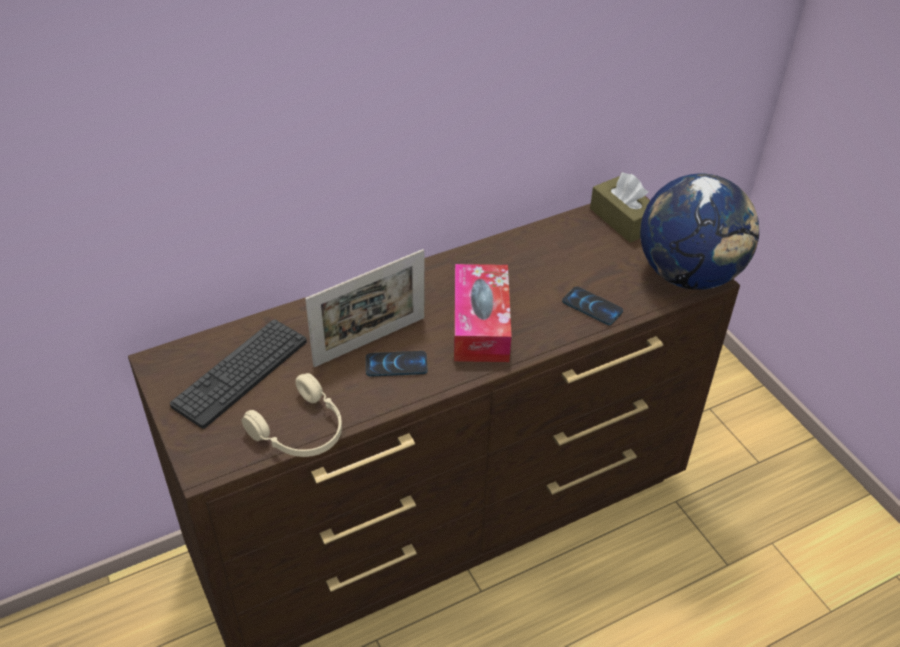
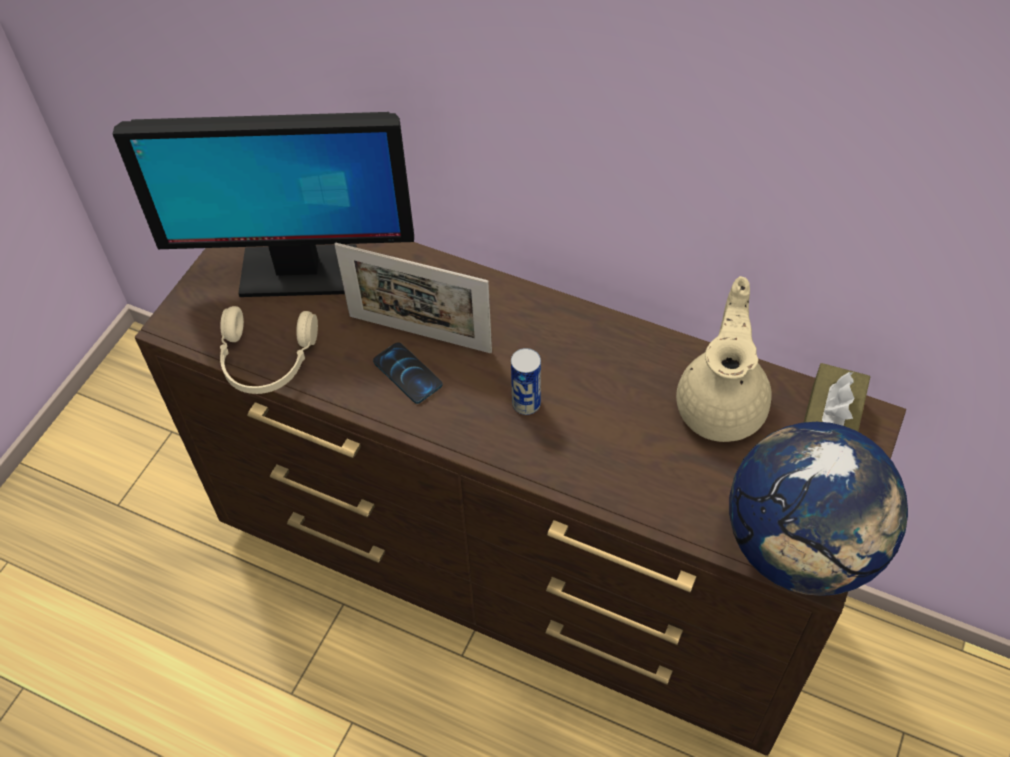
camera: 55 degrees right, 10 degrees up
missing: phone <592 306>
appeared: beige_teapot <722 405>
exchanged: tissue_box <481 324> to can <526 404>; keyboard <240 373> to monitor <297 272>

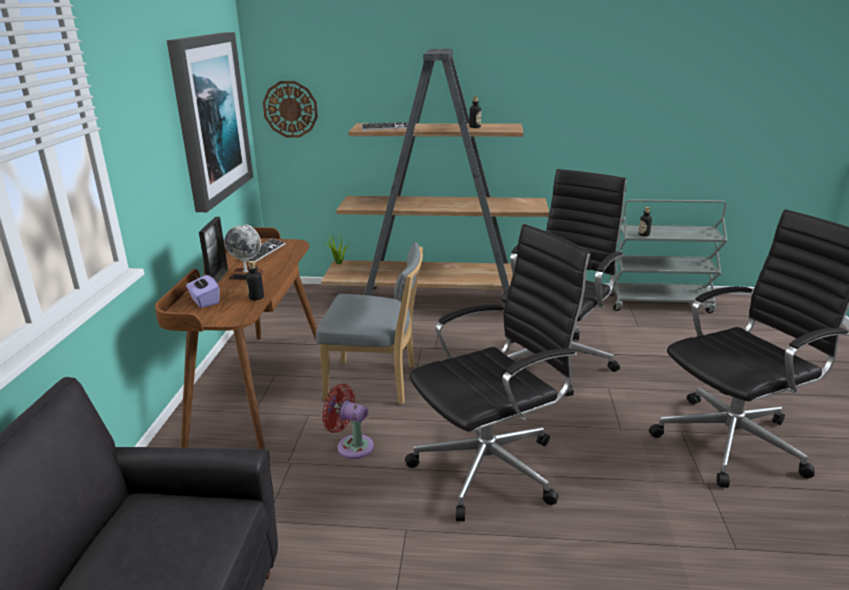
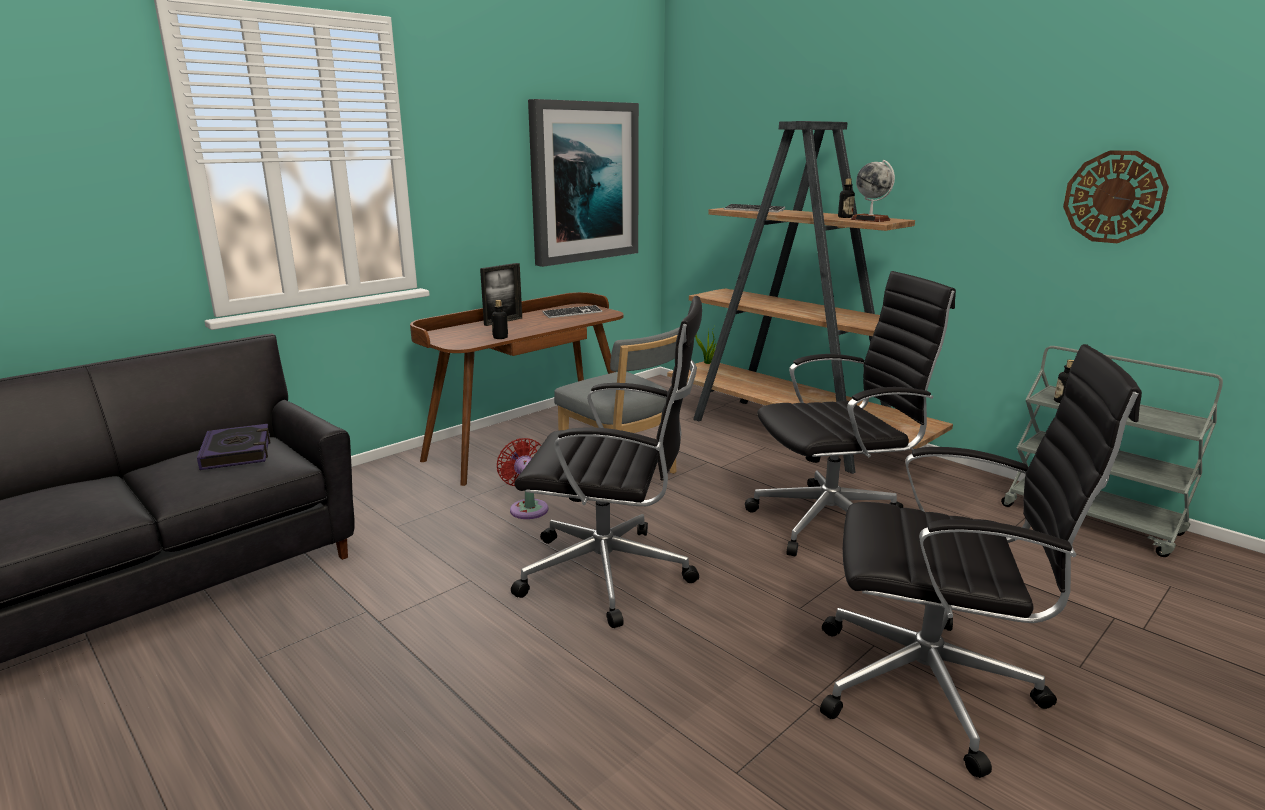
camera: 40 degrees right, 5 degrees down
missing: purple_tissue_box <204 301>
appeared: book <237 452>
relocated: wall_clock <290 109> to <1114 197>; globe <246 275> to <870 220>

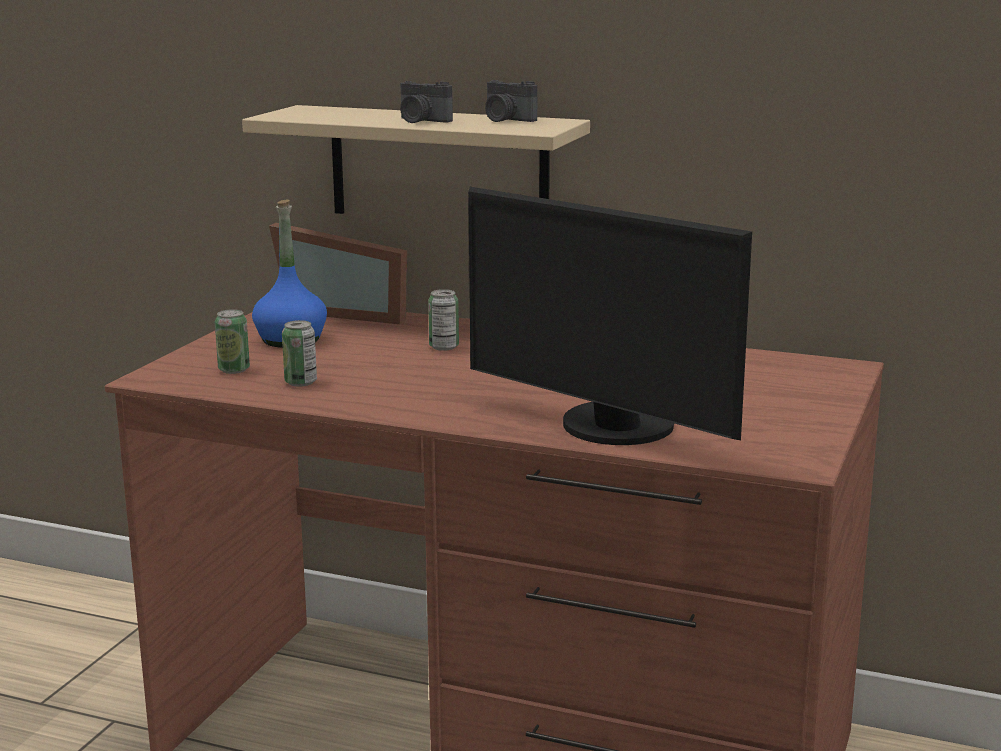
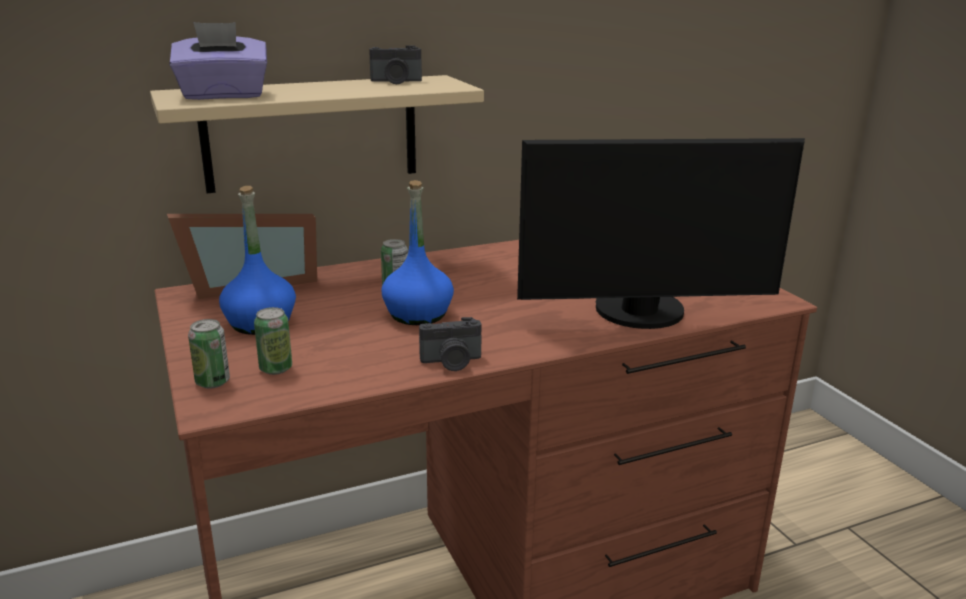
camera: 45 degrees left, 5 degrees up
appeared: purple_tissue_box <223 95>; blue_bottle <418 314>
relocated: photo_camera <421 121> to <452 362>; can <300 382> to <212 382>

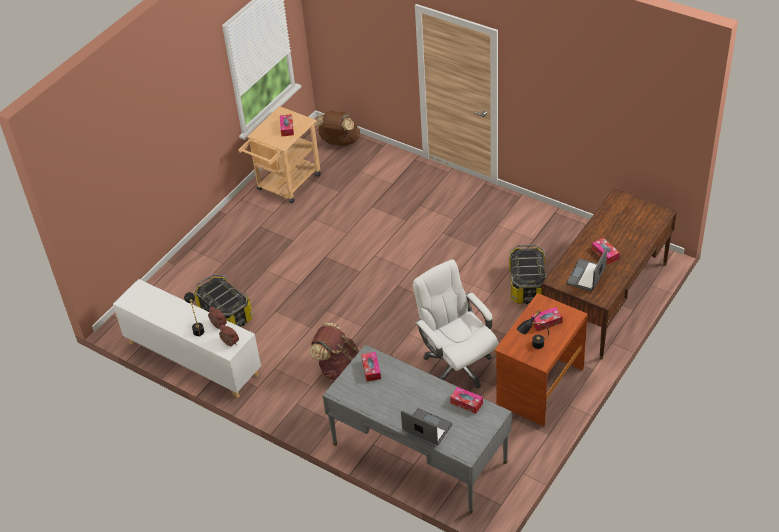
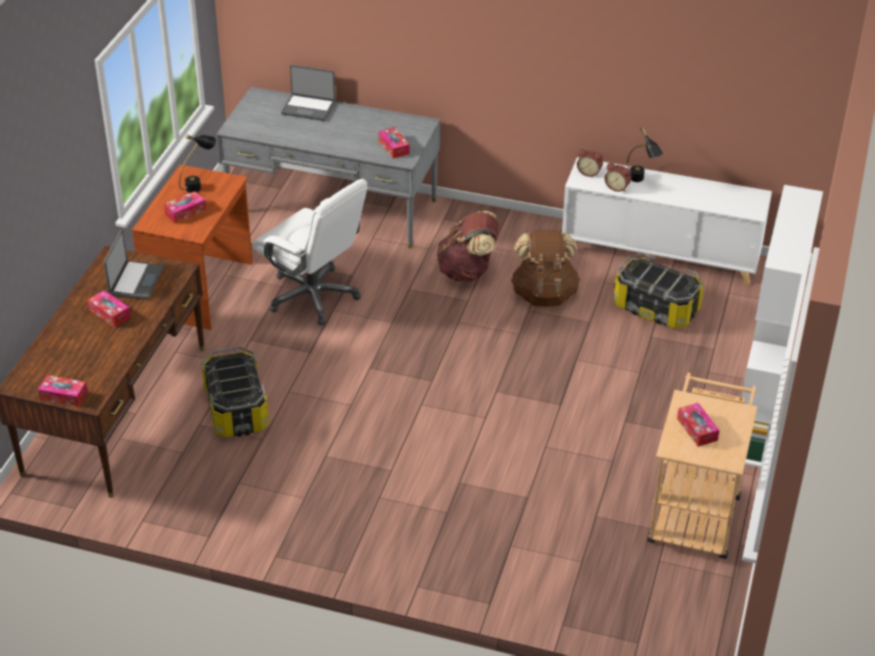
camera: 160 degrees right, 5 degrees down
appeared: white_bookcase <759 421>
relocated: brown_backpack <339 142> to <544 294>; tissue_box <466 403> to <63 396>

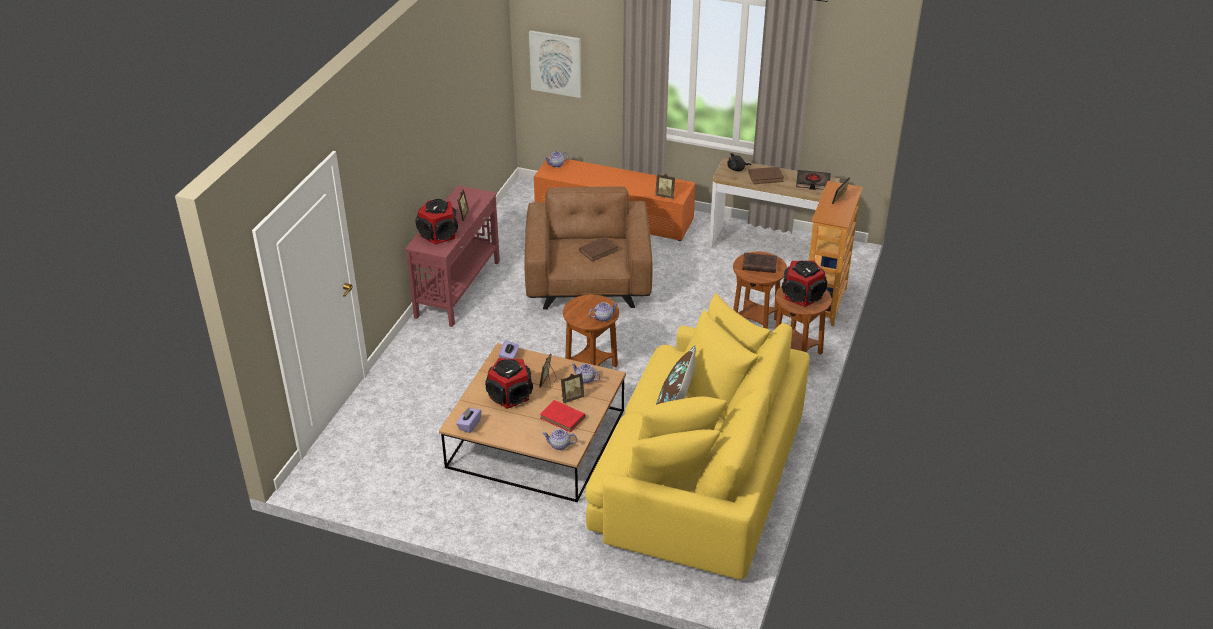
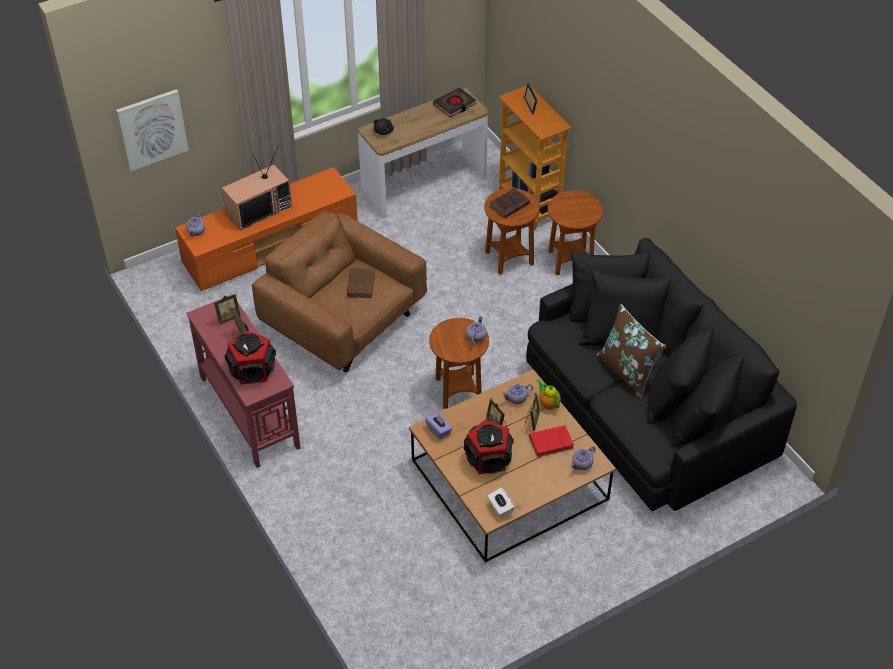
camera: 50 degrees left, 10 degrees up
missing: brown_book <766 177>; speaker <802 295>
appeared: television <259 209>; teapot <548 403>
relocated: picture_frame <665 195> to <228 317>
colour: yellow_sofa <699 475> to black_sofa <648 407>; purple_tissue_box <469 425> to white_tissue_box <500 508>

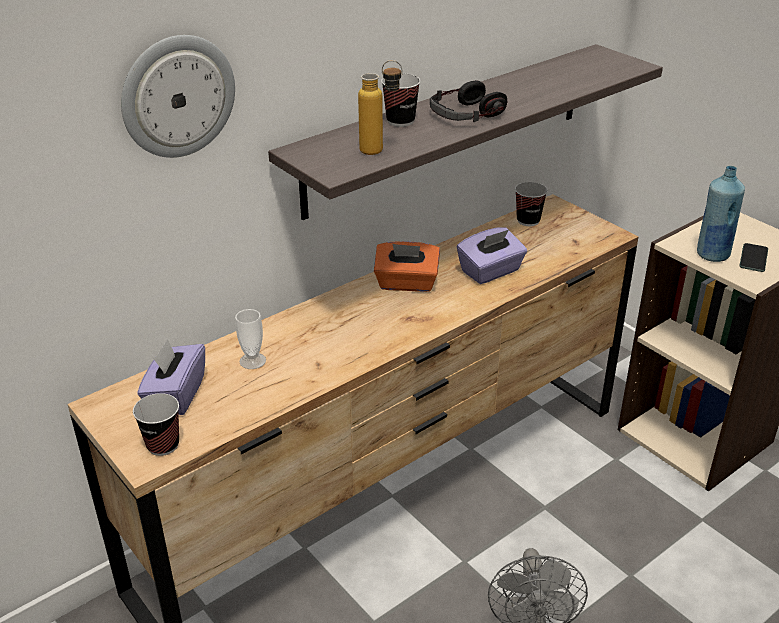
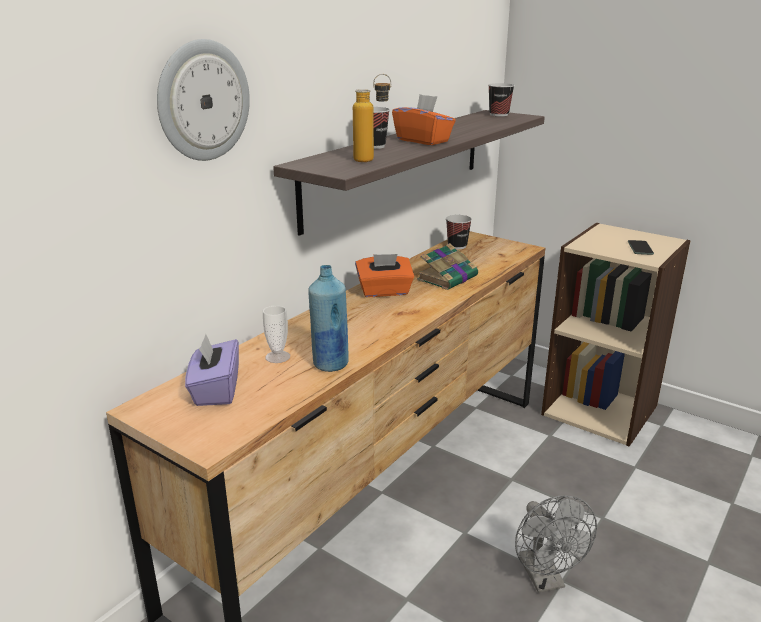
camera: 15 degrees left, 10 degrees down
relocated: blue_bottle <712 255> to <330 364>; cup <163 445> to <499 115>
exchanged: headphones <466 114> to orange_tissue_box <423 140>; purple_tissue_box <490 271> to book <448 278>

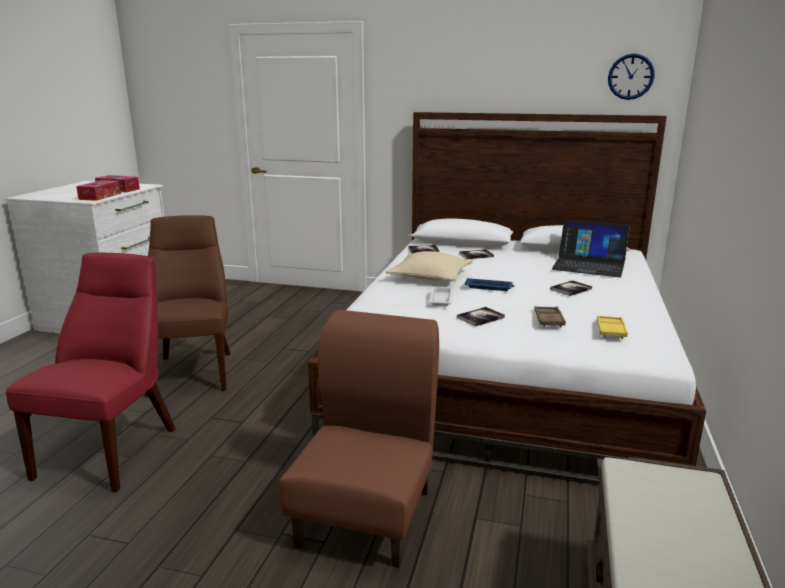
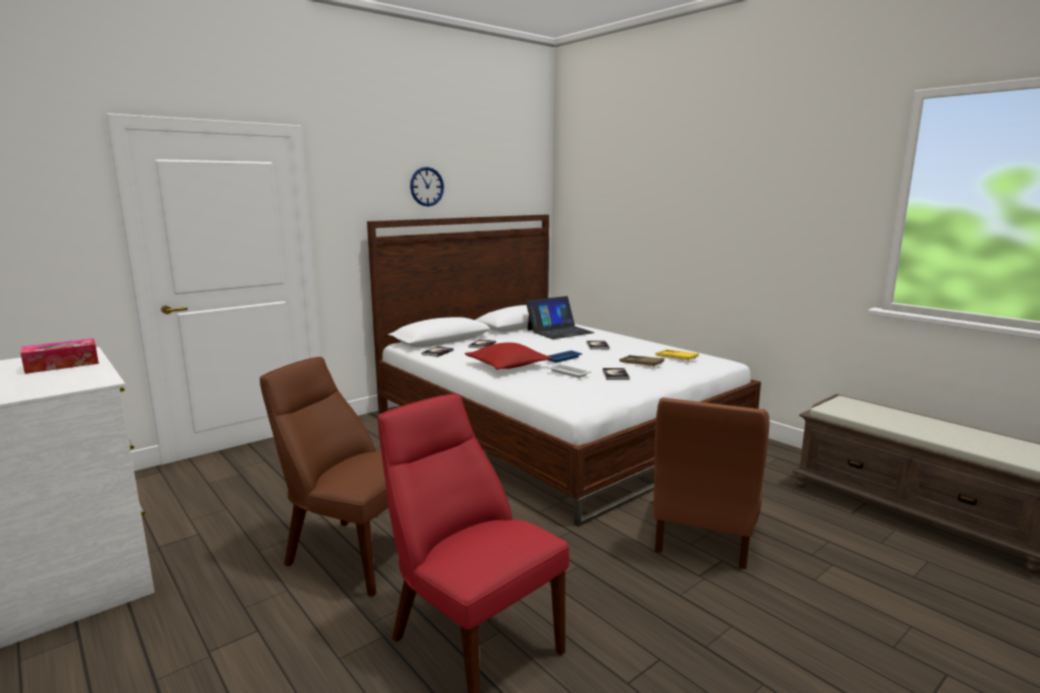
camera: 55 degrees left, 5 degrees down
missing: tissue_box <100 196>
relocated: wall_clock <630 76> to <426 186>
colour: beige_pillow <430 277> to red_pillow <508 365>
spun: brown_chair <367 516> = <703 535> 120 degrees counterclockwise

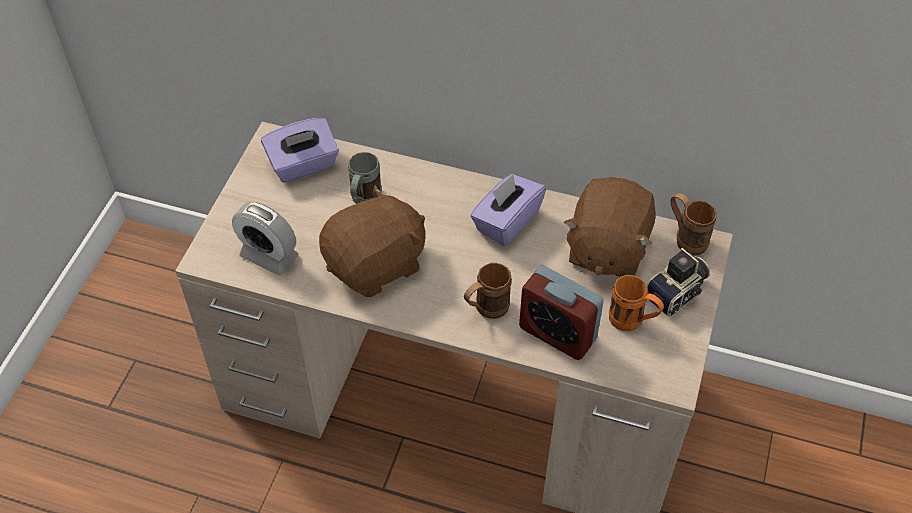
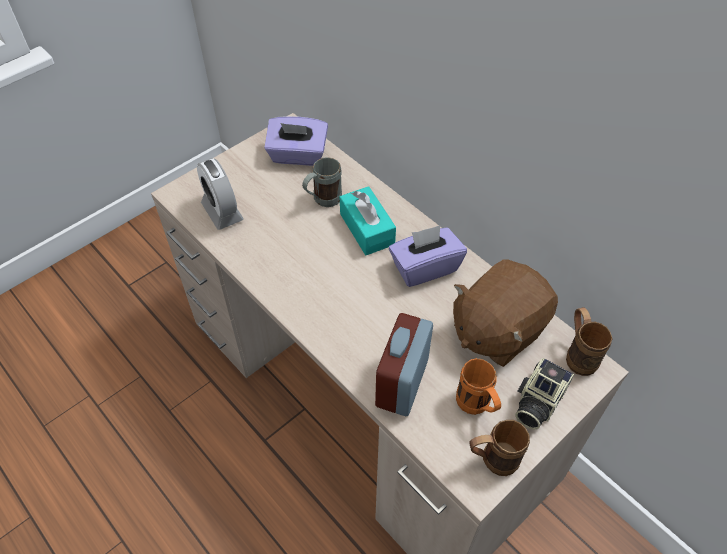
camera: 30 degrees right, 0 degrees up
missing: brown_plush_toy <376 265>
appeared: turquoise_tissue_box <367 229>
relocated: brown_mug <485 310> to <492 460>
spun: photo_camera <677 294> = <537 402> 135 degrees clockwise; alarm_clock <557 333> = <402 383> 45 degrees clockwise

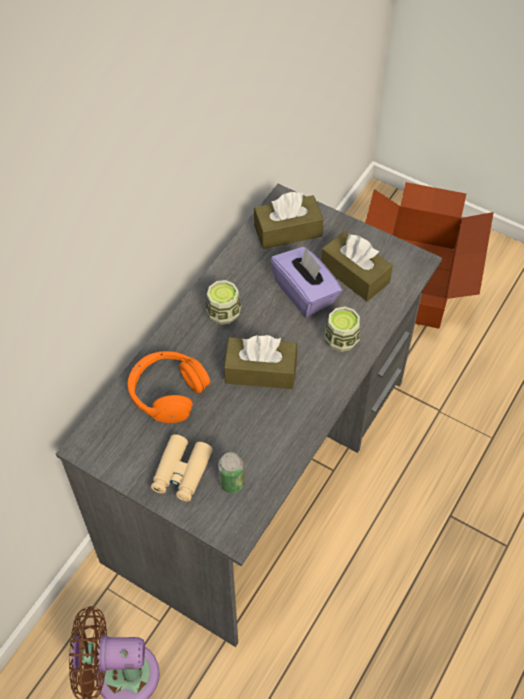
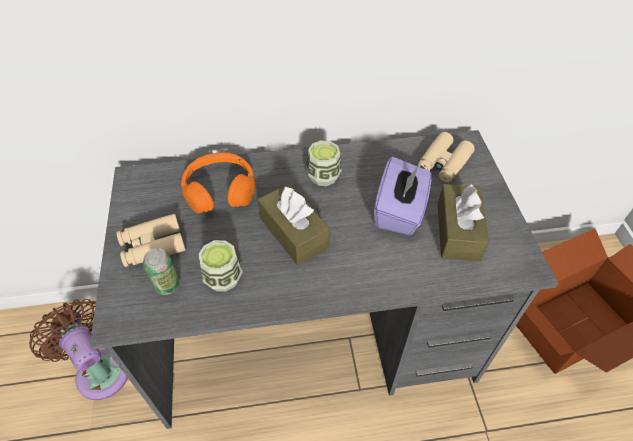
camera: 50 degrees right, 5 degrees down
relocated: cup <341 340> to <223 278>
exchanged: brown_tissue_box <288 231> to beige_binoculars <443 163>

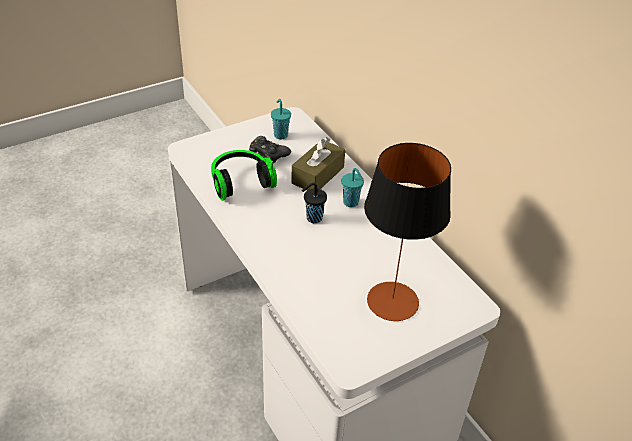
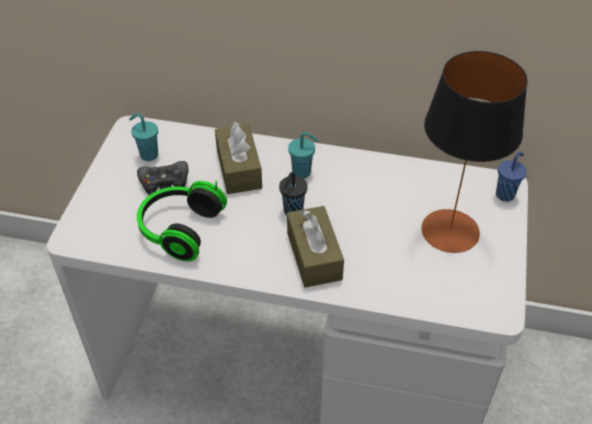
camera: 45 degrees left, 5 degrees up
appeared: blue_cup <505 194>; brown_tissue_box <314 256>

